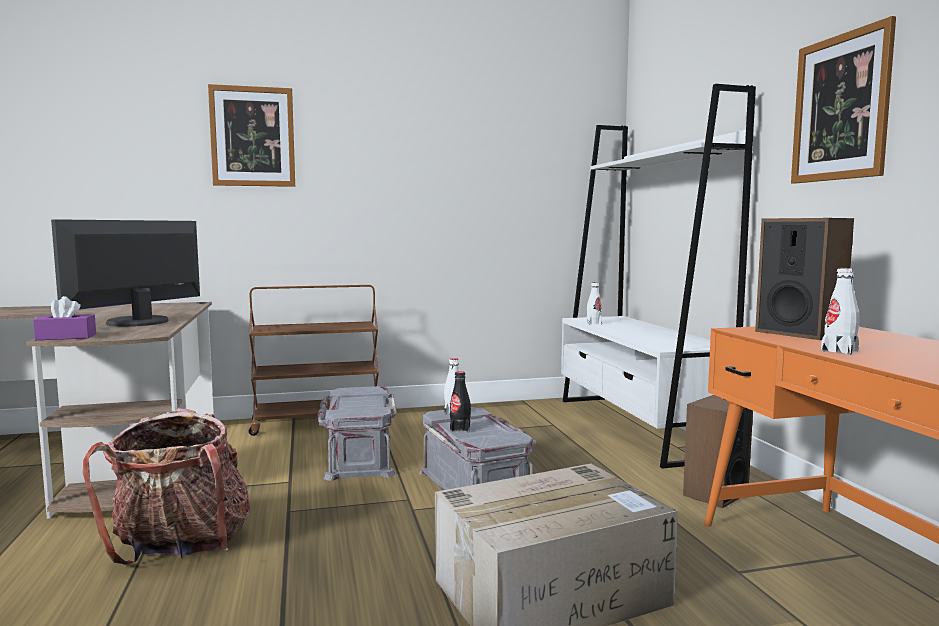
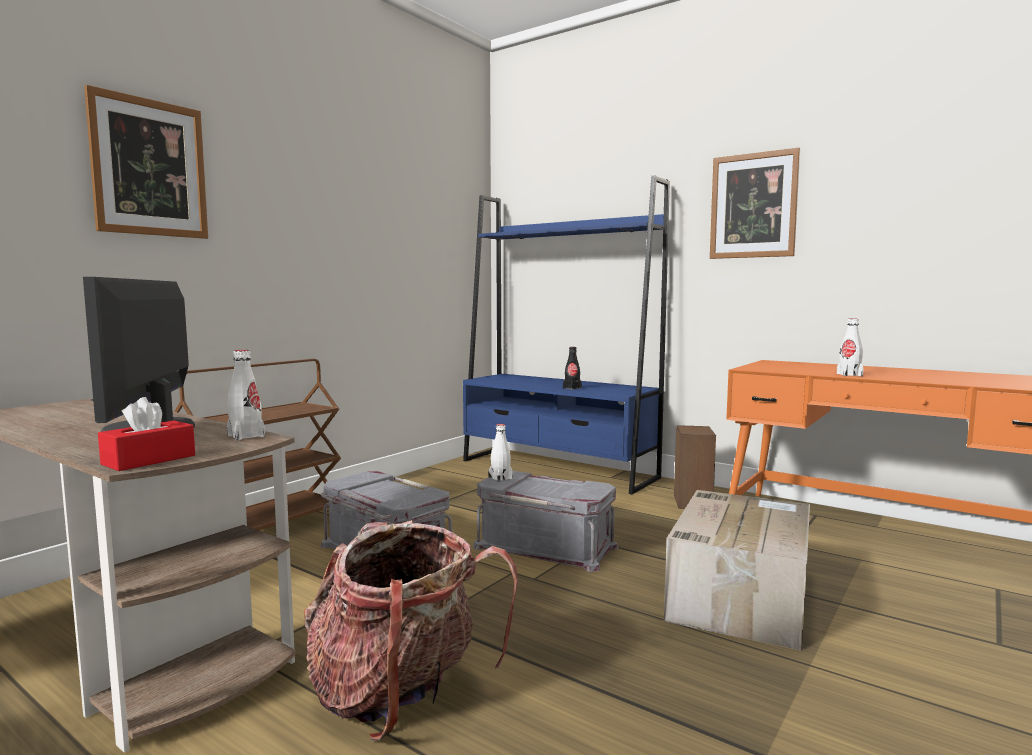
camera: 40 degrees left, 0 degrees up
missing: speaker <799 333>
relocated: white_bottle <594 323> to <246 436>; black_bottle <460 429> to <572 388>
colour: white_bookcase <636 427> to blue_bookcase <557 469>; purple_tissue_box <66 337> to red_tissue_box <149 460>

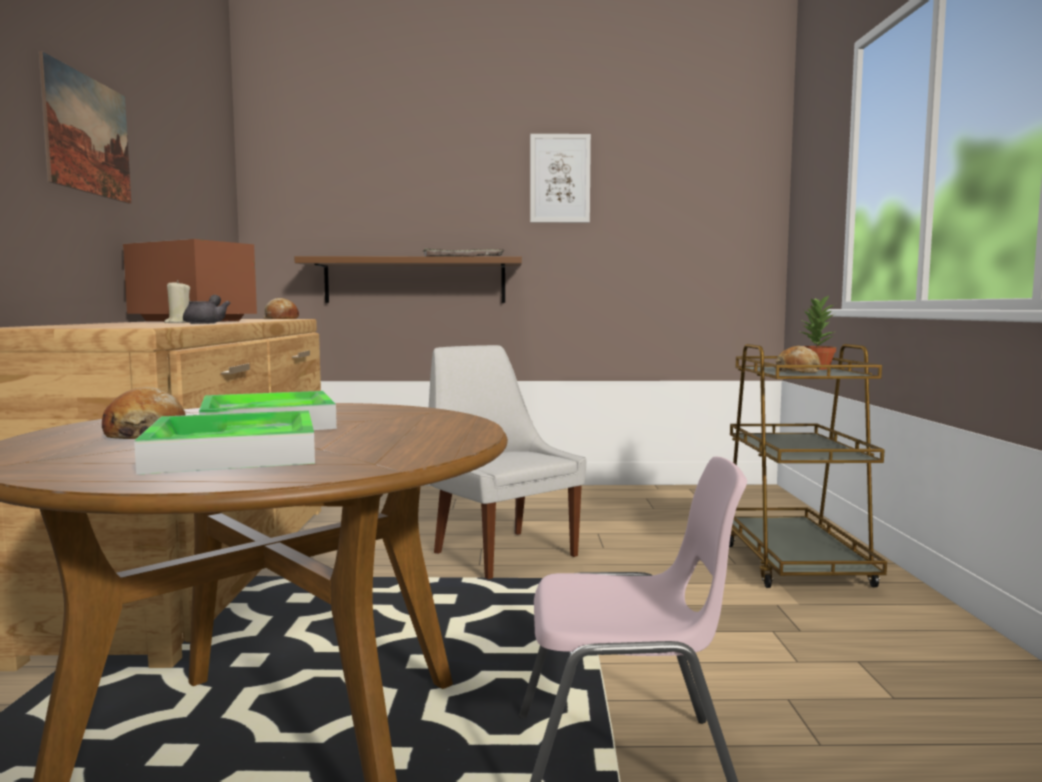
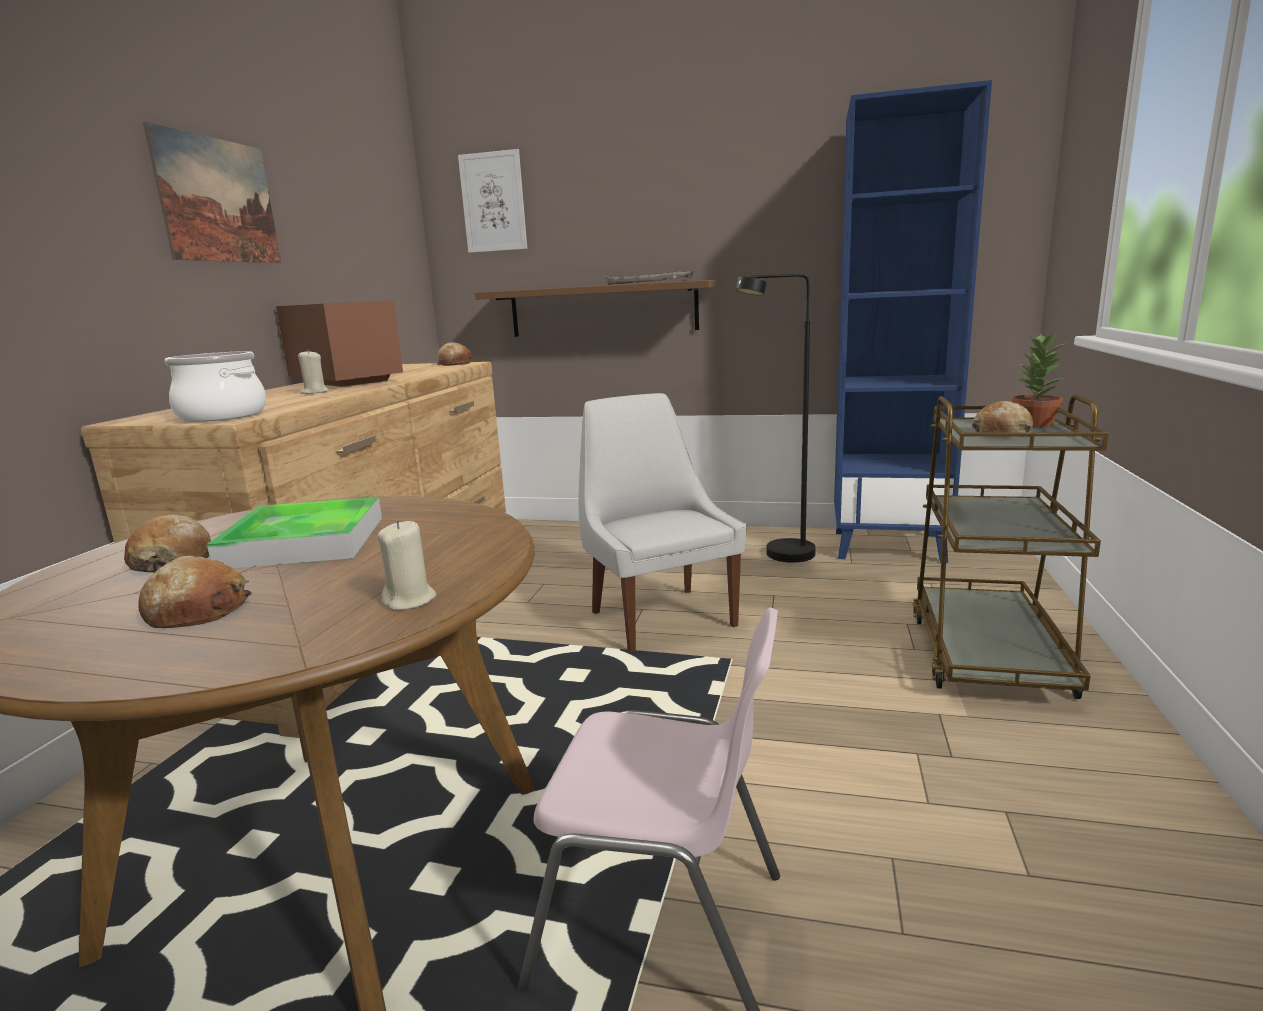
camera: 15 degrees right, 10 degrees up
missing: grey_teapot <207 323>
appeared: blue_bookcase <889 546>; black_floor_lamp <781 557>; cooking_pot <223 416>; beige_candle <410 600>
relocated: picture <560 178> to <493 202>
exchanged: tray <233 453> to bread <198 611>

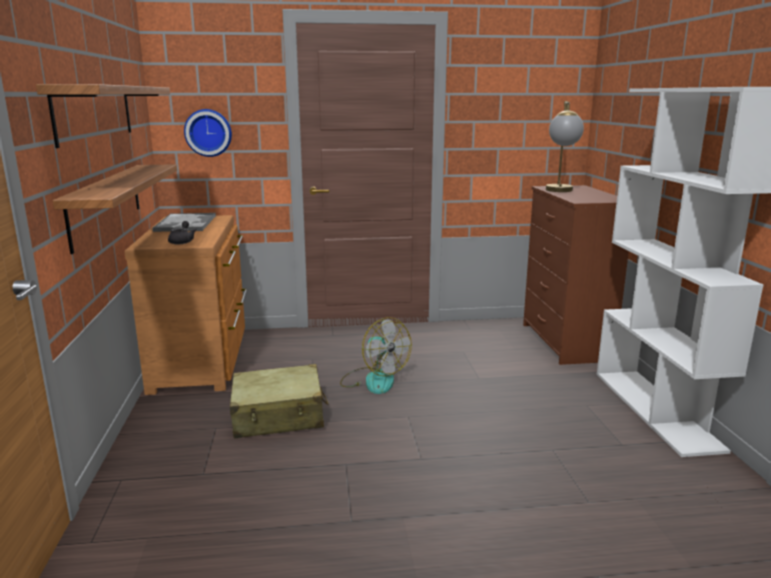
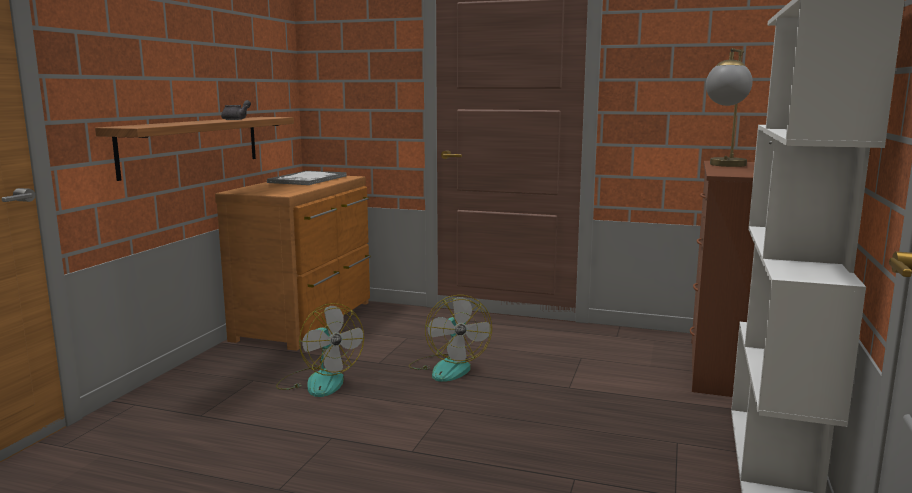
camera: 25 degrees right, 5 degrees down
missing: shelf <95 112>; wall_clock <208 132>
relocated: grey_teapot <182 241> to <237 119>
exchanged: beige_suitcase <279 416> to fan <319 381>

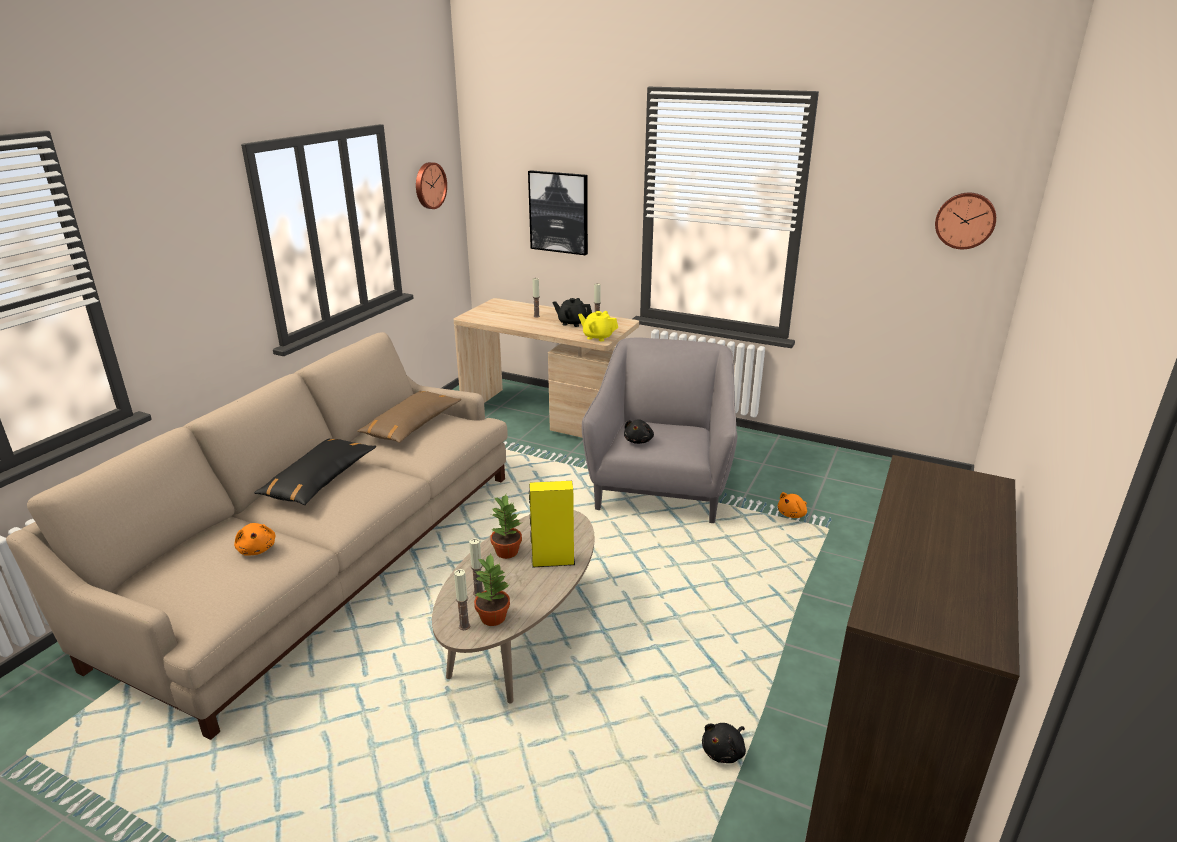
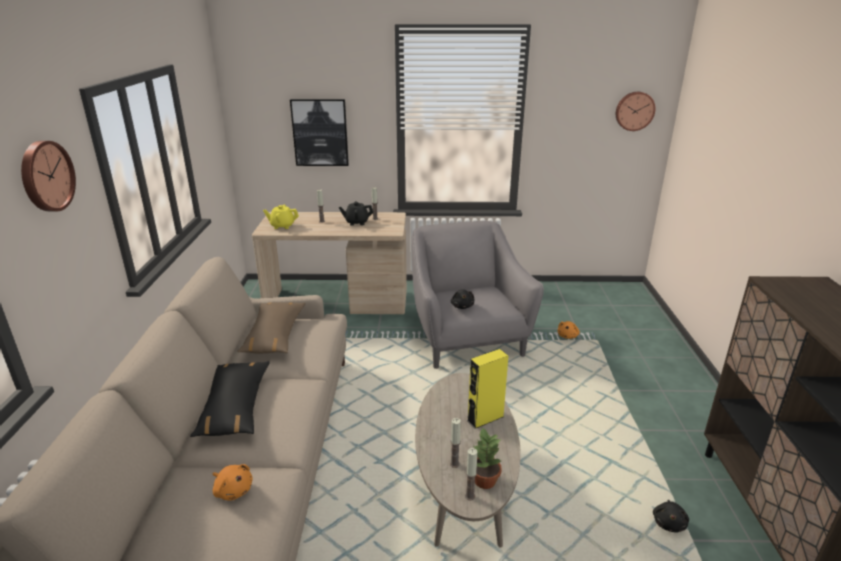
camera: 25 degrees left, 0 degrees up
missing: potted_plant <506 551>
relocated: wall_clock <429 185> to <45 176>; yellow_teapot <598 337> to <282 226>

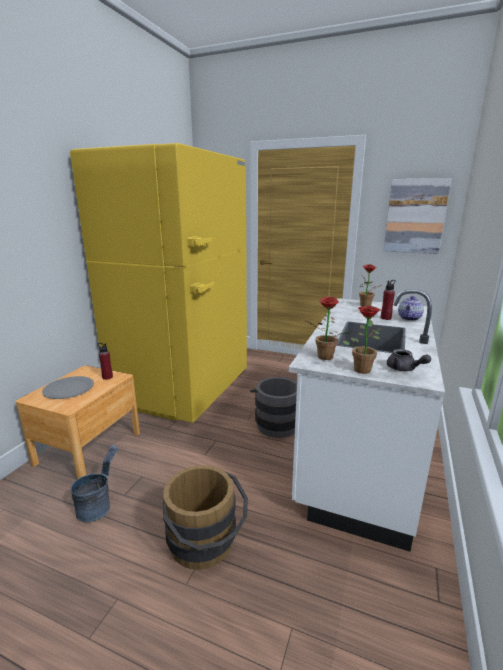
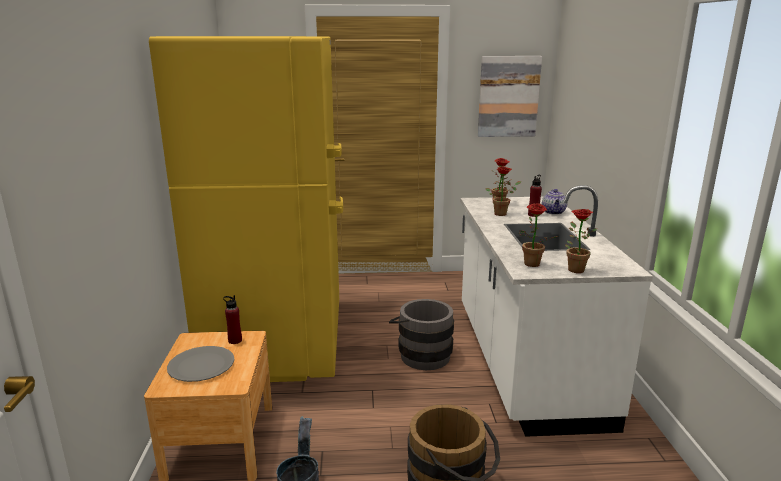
camera: 25 degrees left, 0 degrees up
missing: grey_teapot <404 369>
appeared: potted_plant <502 213>

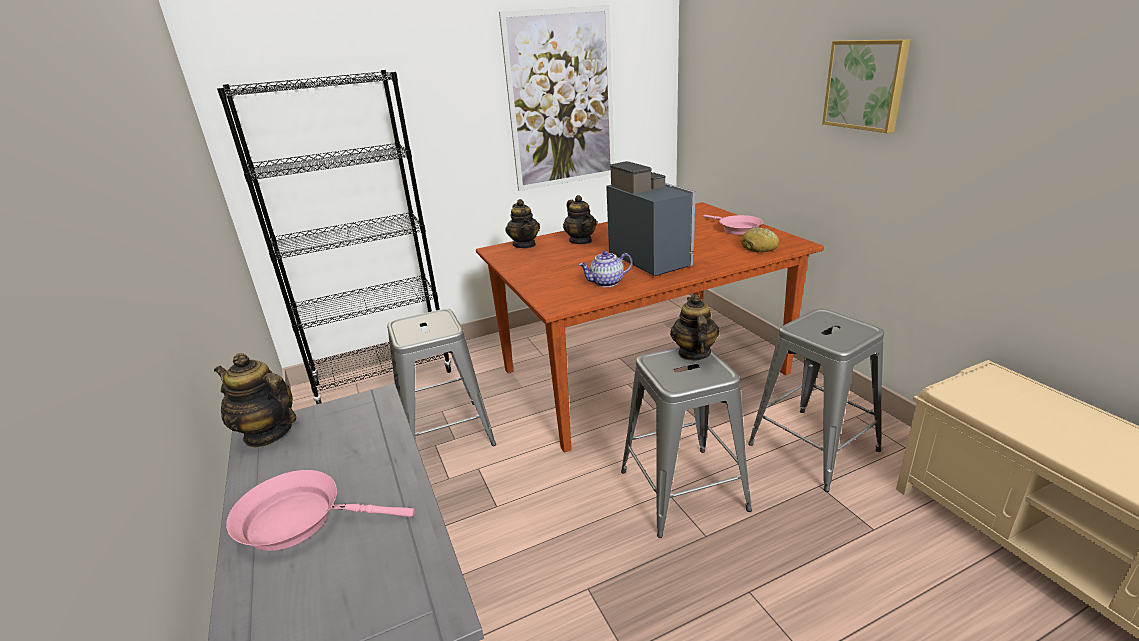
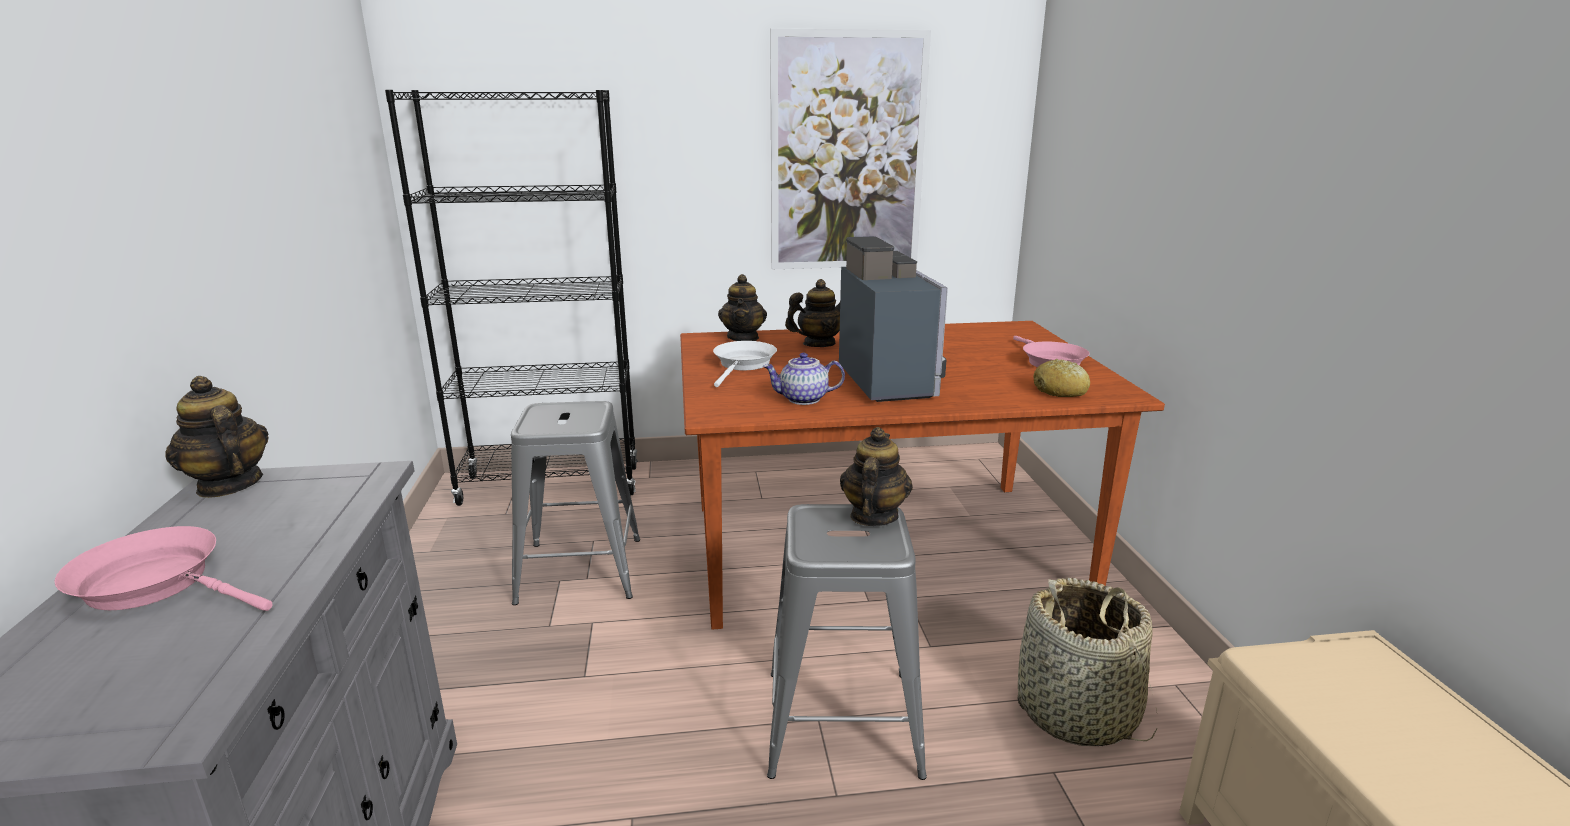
camera: 15 degrees right, 5 degrees down
missing: picture <866 84>
appeared: white_frying_pan <743 365>
exchanged: grey_stool <813 447> to basket <1077 712>
spun: teapot <581 241> = <819 344> 105 degrees counterclockwise

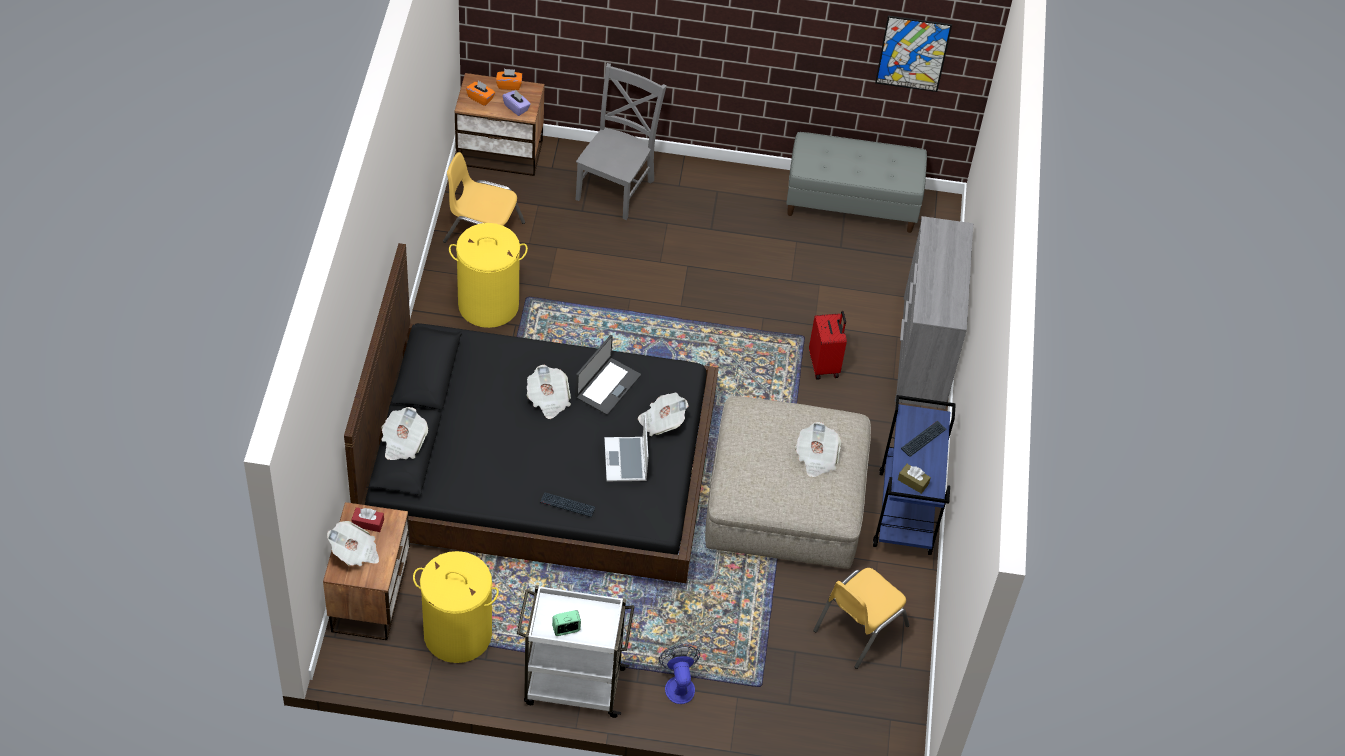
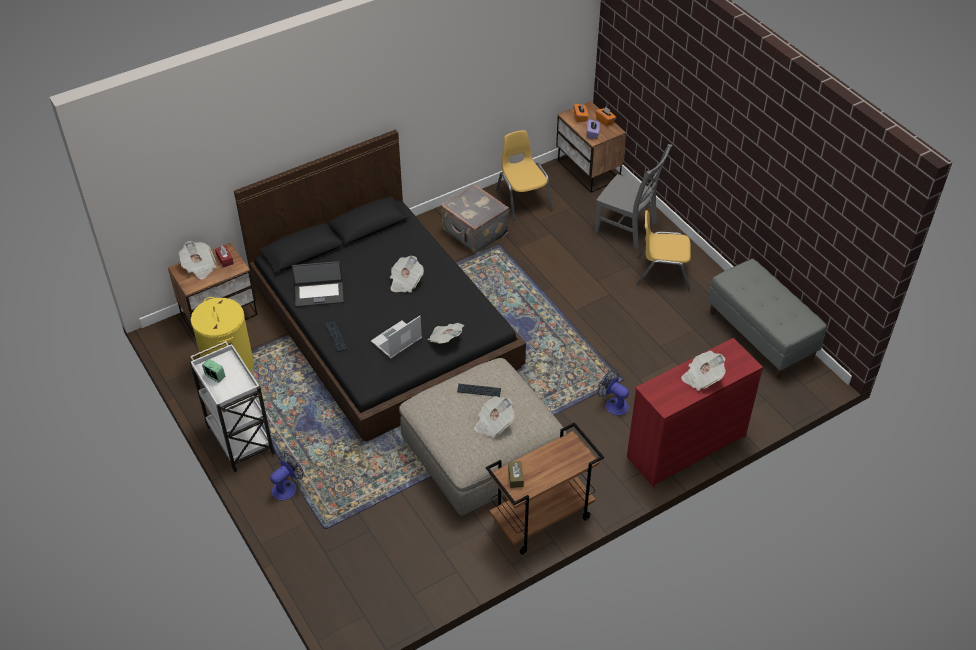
camera: 55 degrees right, 5 degrees down
missing: picture <913 53>
relocated: laptop <607 386> to <319 293>; newspaper <403 443> to <702 377>; keyboard <923 439> to <479 391>; yellow_chair <859 628> to <663 272>
exchanged: yellow_laundry_basket <488 304> to grey_suitcase <474 233>; red_suitcase <825 365> to fan <613 404>
colour: grey_dresser <922 352> to red_dresser <685 446>; blue_cart <905 513> to brown_cart <541 520>
spun: grey_chair <616 187> = <628 228> 45 degrees clockwise

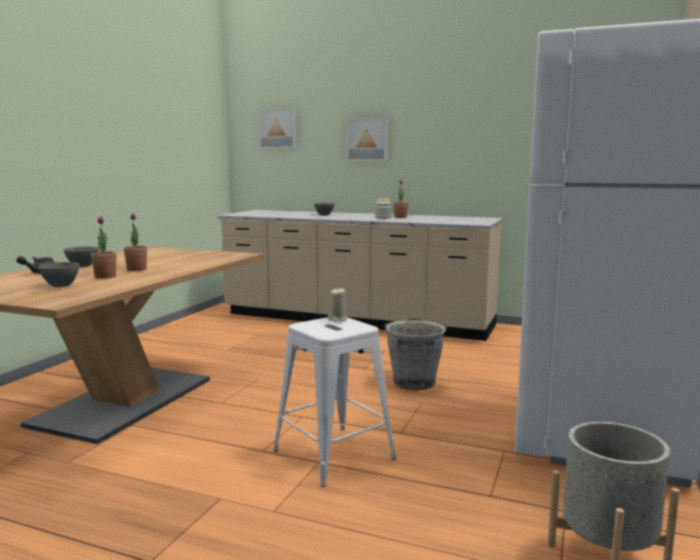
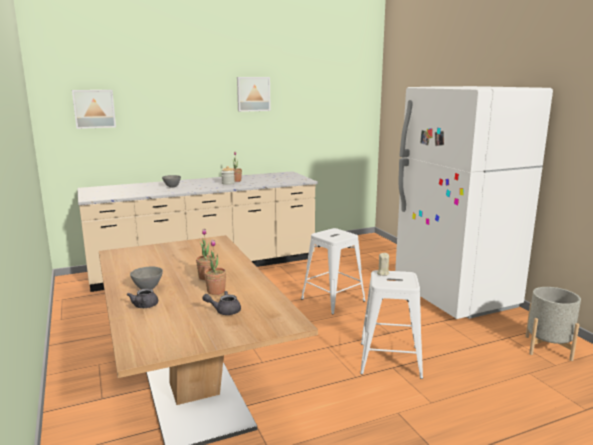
camera: 45 degrees left, 5 degrees up
relocated: picture <367 139> to <253 94>
exchanged: grey_bowl <60 286> to grey_teapot <224 311>; grey_bucket <414 382> to white_stool <333 300>

